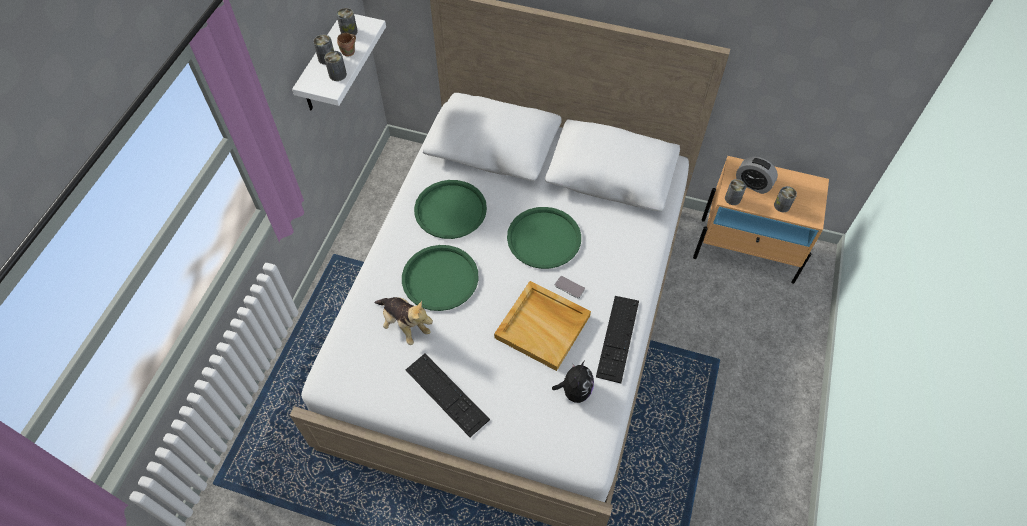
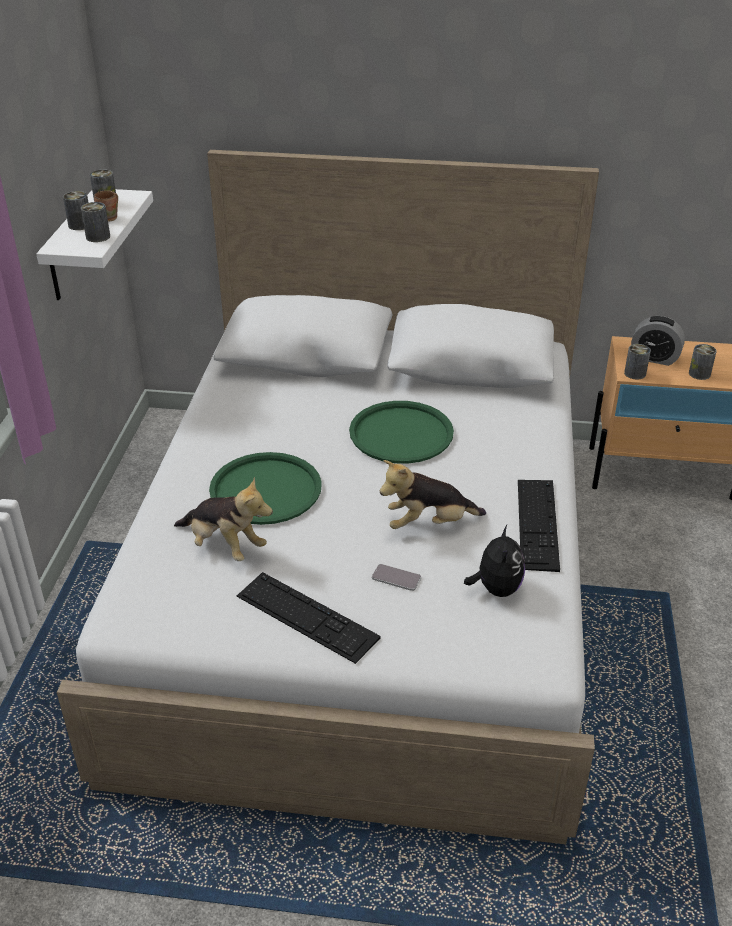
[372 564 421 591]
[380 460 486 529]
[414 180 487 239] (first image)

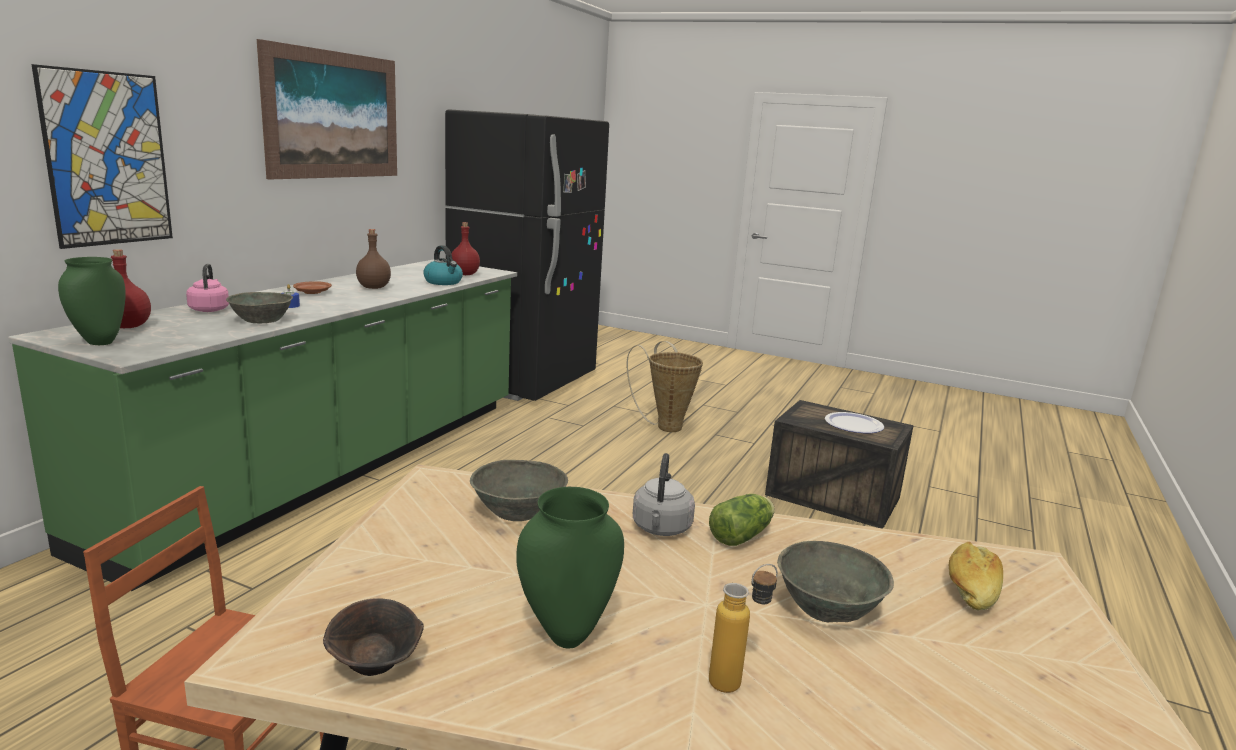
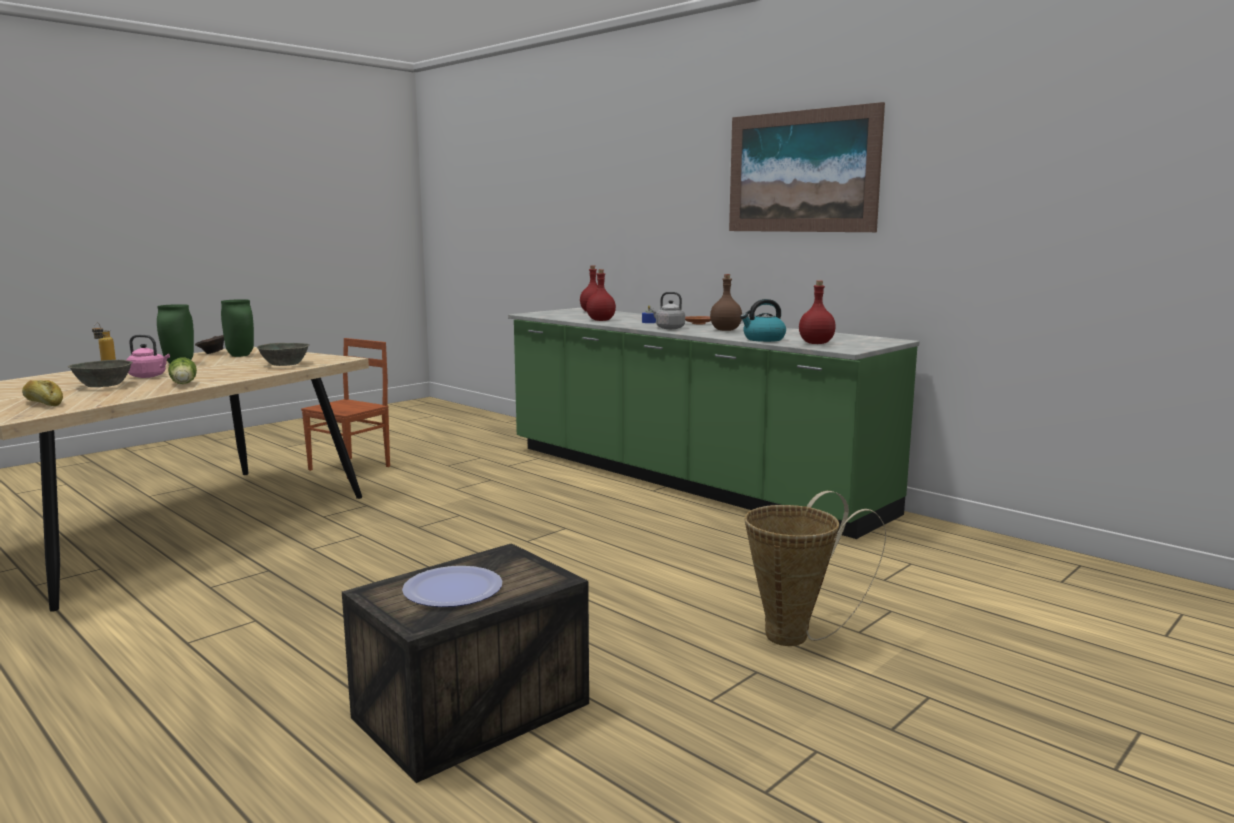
[126 335 170 378]
[221 299 254 357]
[586 269 616 321]
[650 292 685 329]
[31 64 173 249] (first image)
[445 109 609 401] (first image)

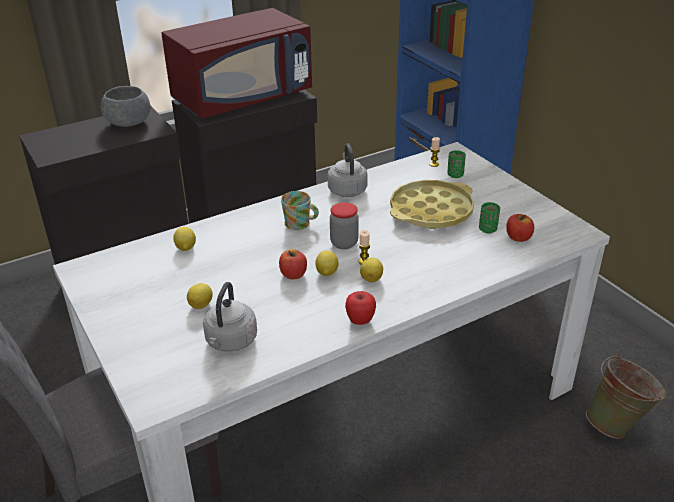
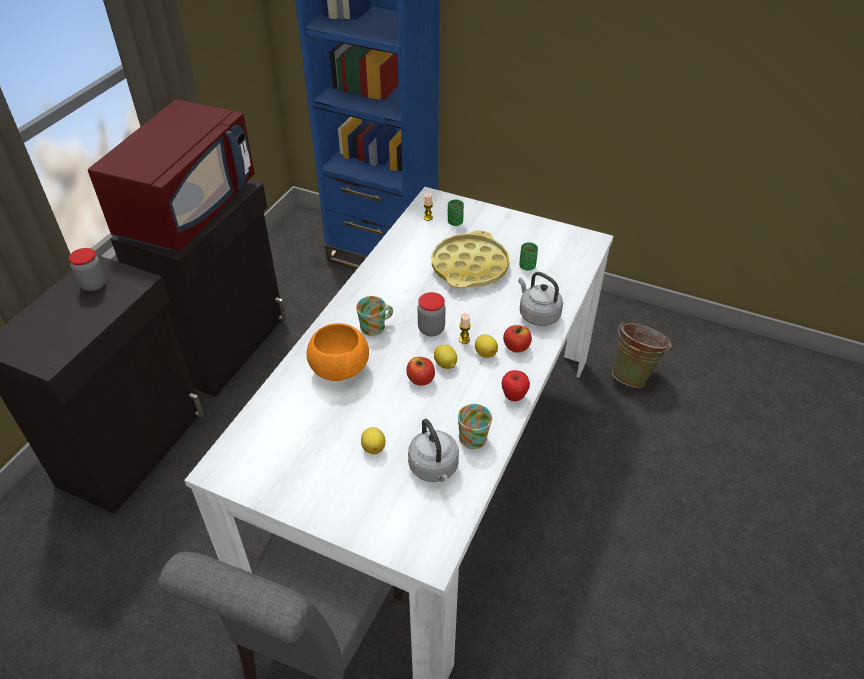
[69 248 106 291]
[307 323 369 381]
[458 404 492 449]
[503 325 532 352]
[518 272 563 326]
[173 227 196 251] (first image)

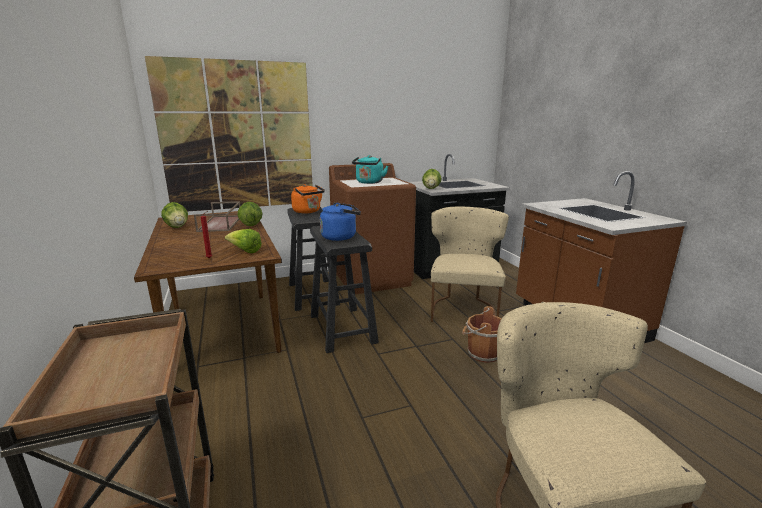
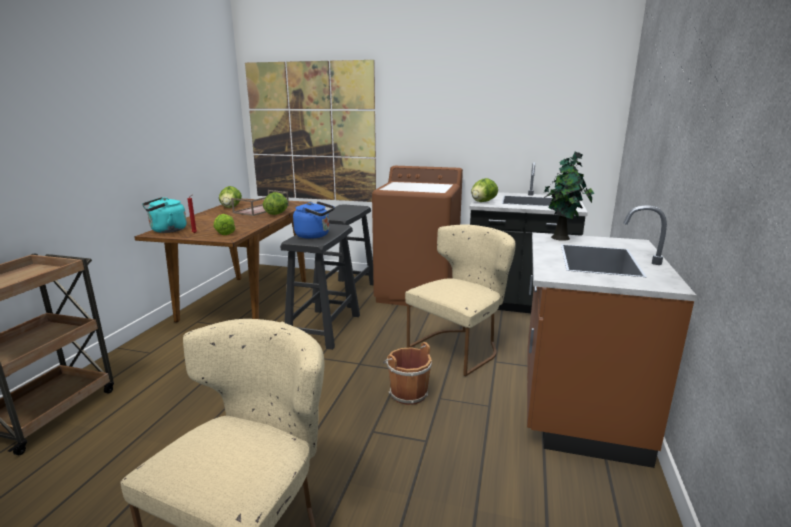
[142 197 187 233]
[544 152 594 241]
[291 184 325 214] (first image)

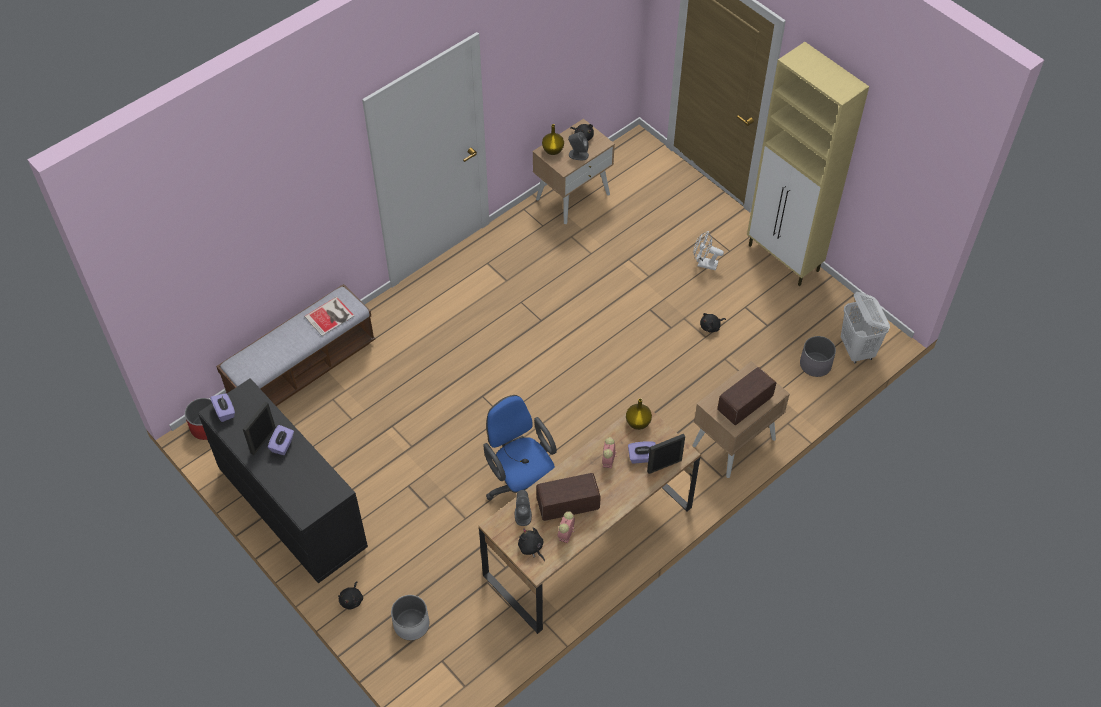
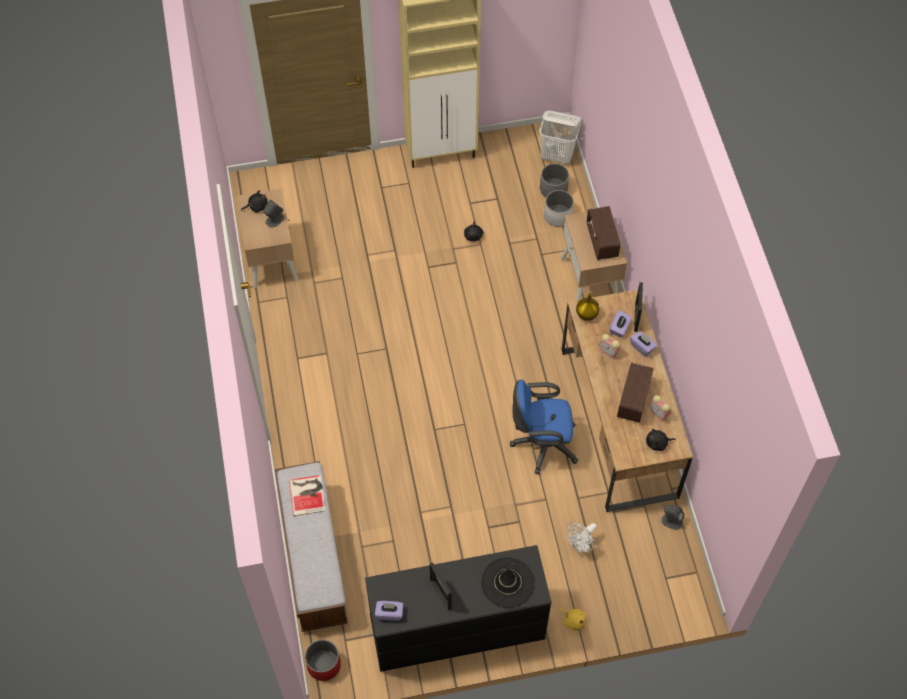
[481 557 535 608]
[544 190 574 227]
[560 608 586 630]
[566 522 597 553]
[630 331 657 357]
[661 505 685 530]
[542 124 564 155] (first image)

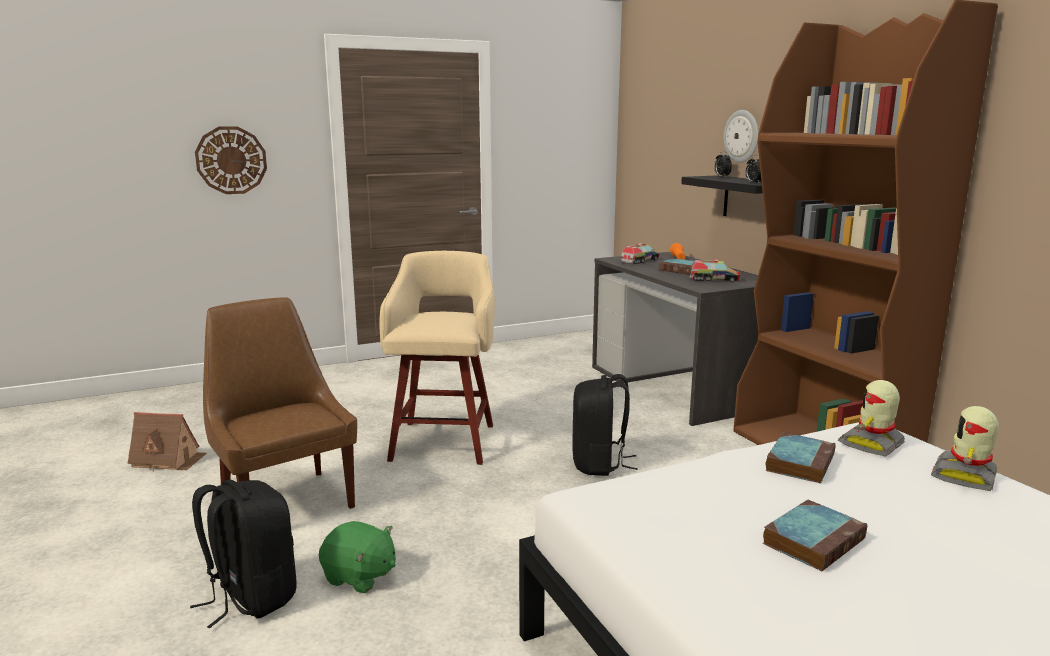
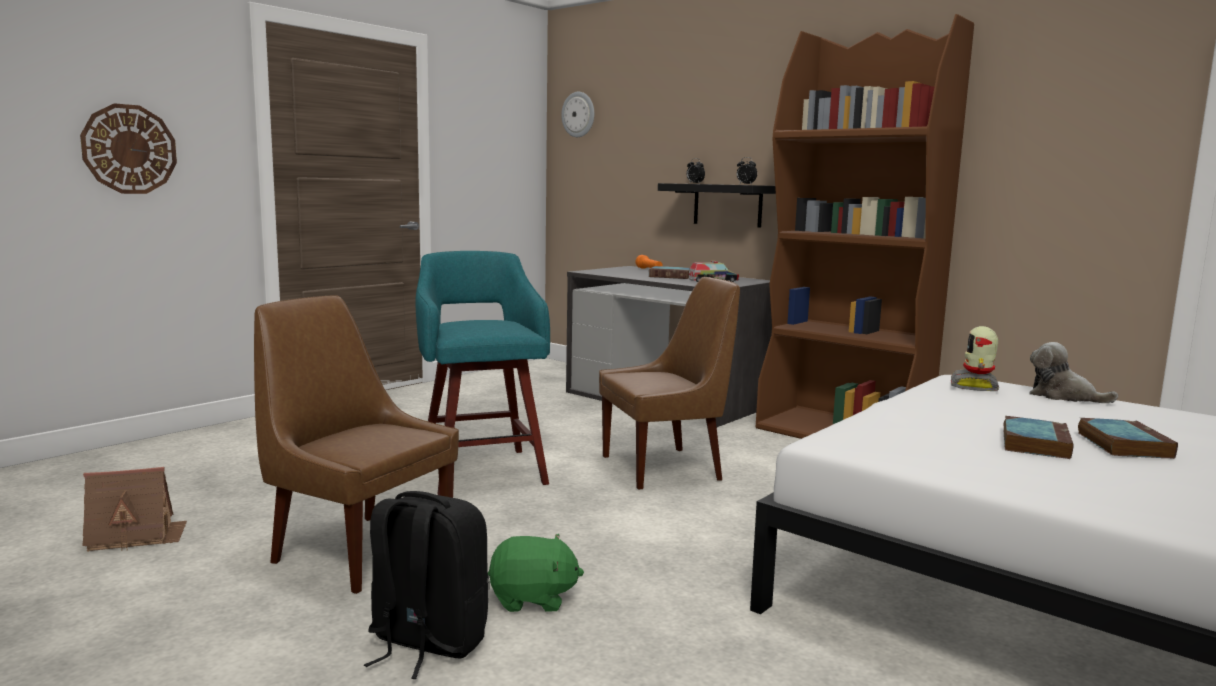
[415 251 550 495]
[561 92 594 137]
[599 277 740 490]
[1029 342 1118 403]
[1078 418 1178 459]
[621 243 660 264] (first image)

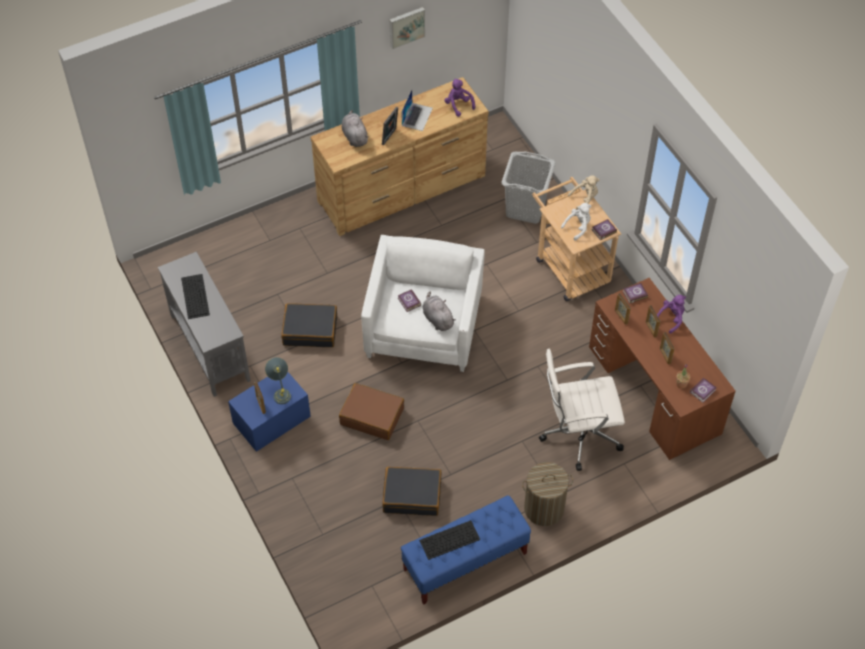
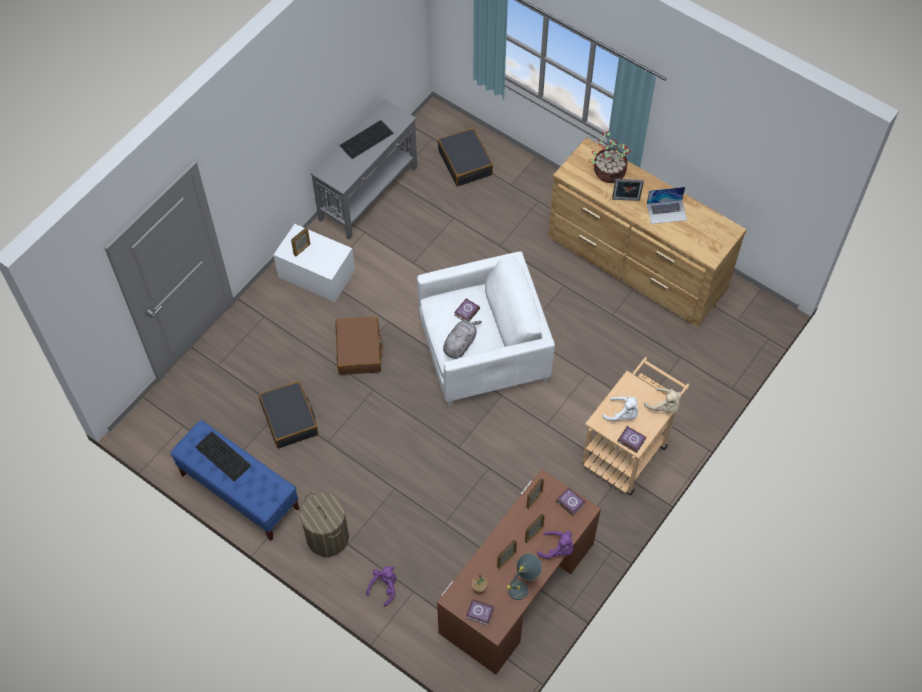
[274 224 355 302]
[366 566 396 606]
[438 128 493 186]
[507 553 542 600]
[589 131 632 183]
[389 7 425 49] (first image)
[501 151 556 224] (first image)
[539 349 625 471] (first image)

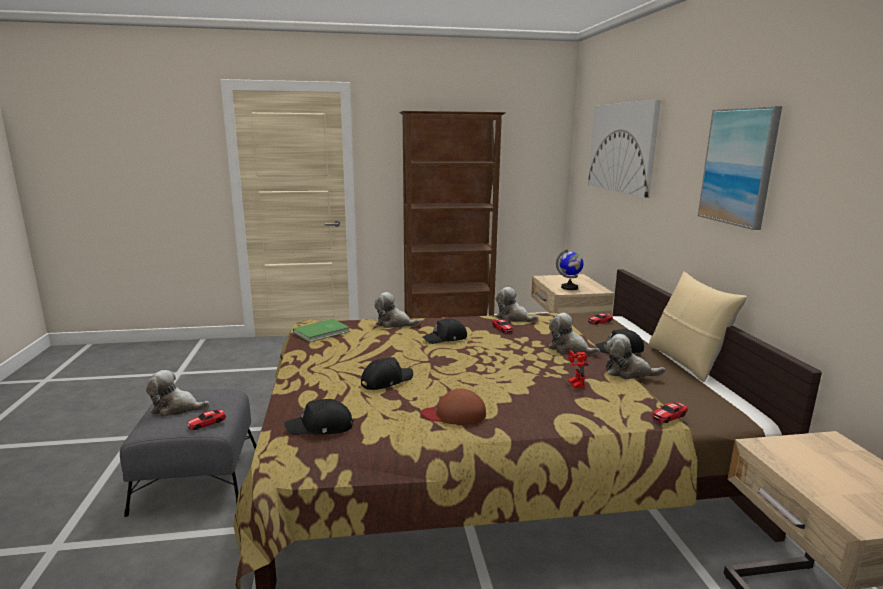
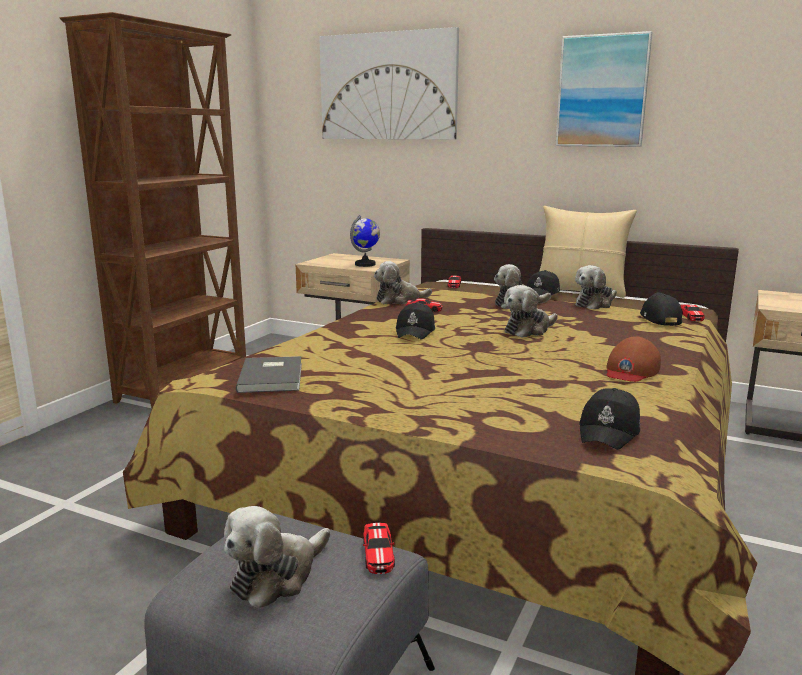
[236 356 302 393]
[504 285 558 337]
[640 292 682 326]
[568 350 588 388] (first image)

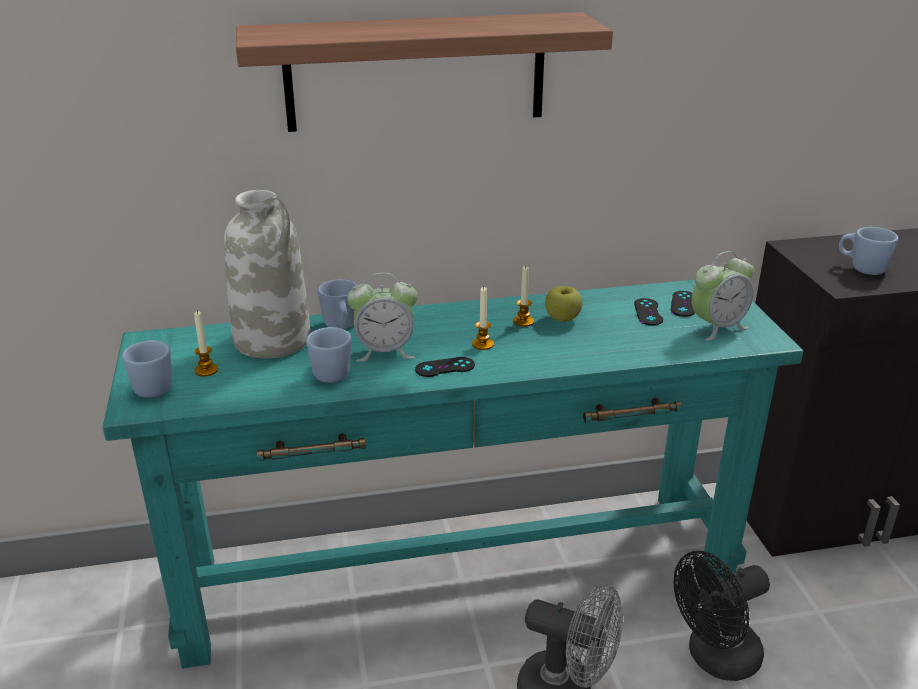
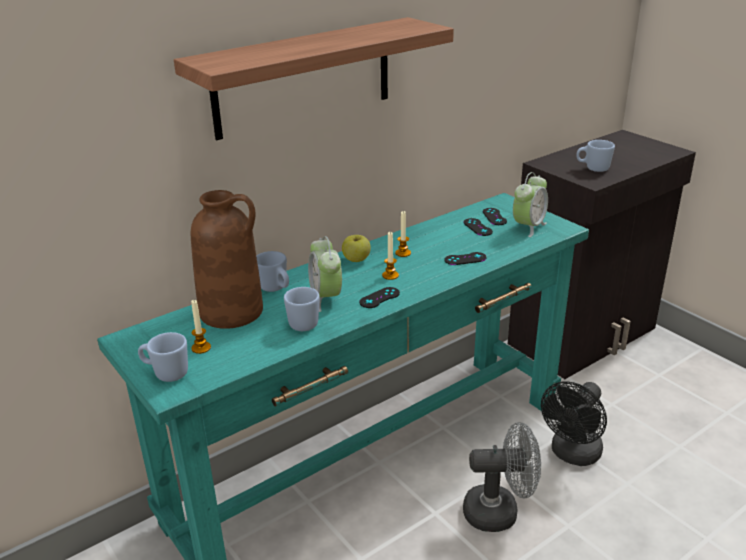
[191 190 263 329]
[308 236 342 312]
[342 235 371 262]
[444 252 486 265]

